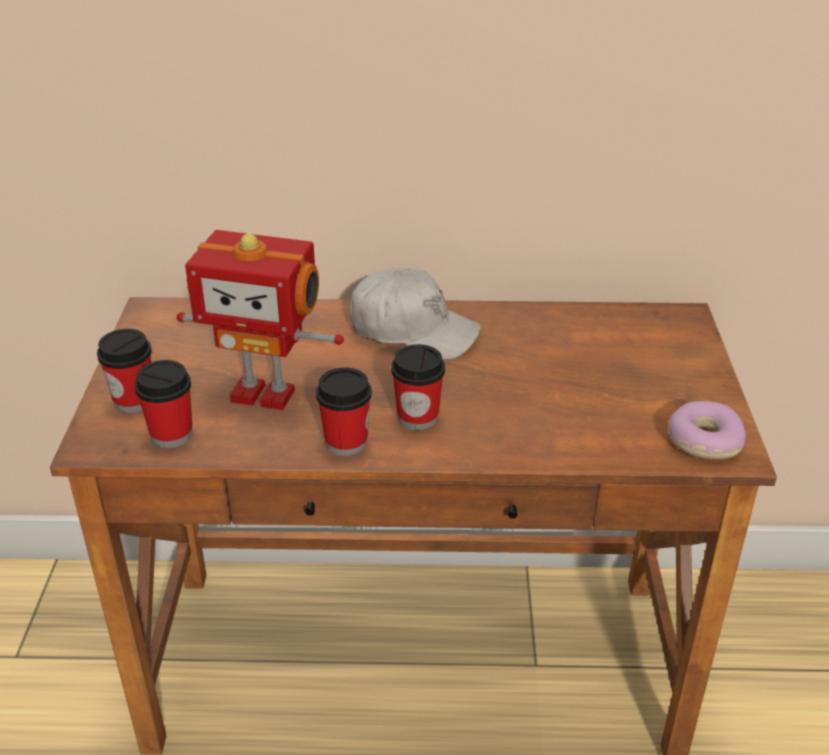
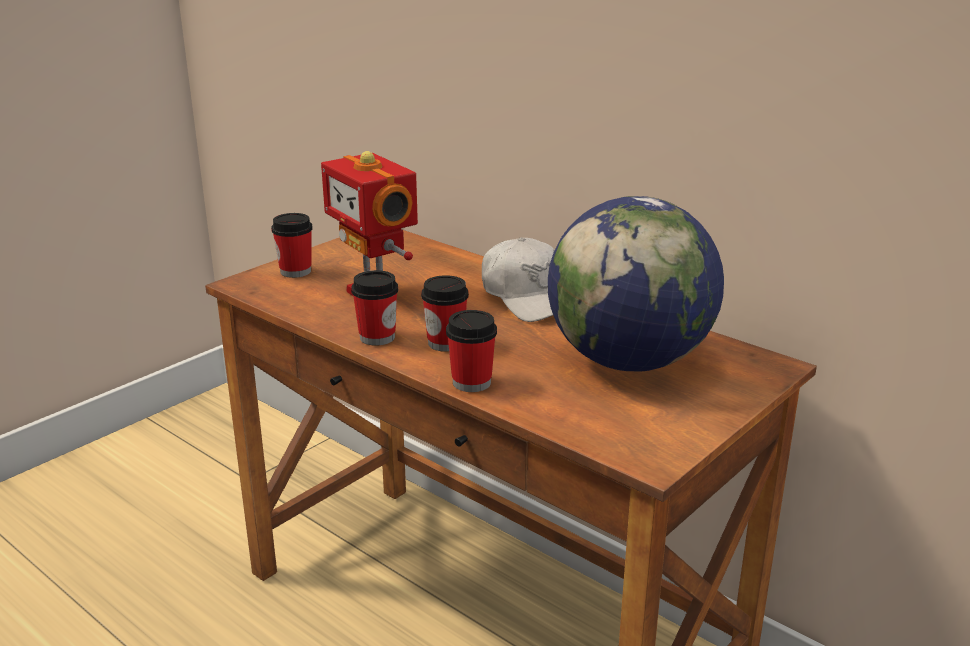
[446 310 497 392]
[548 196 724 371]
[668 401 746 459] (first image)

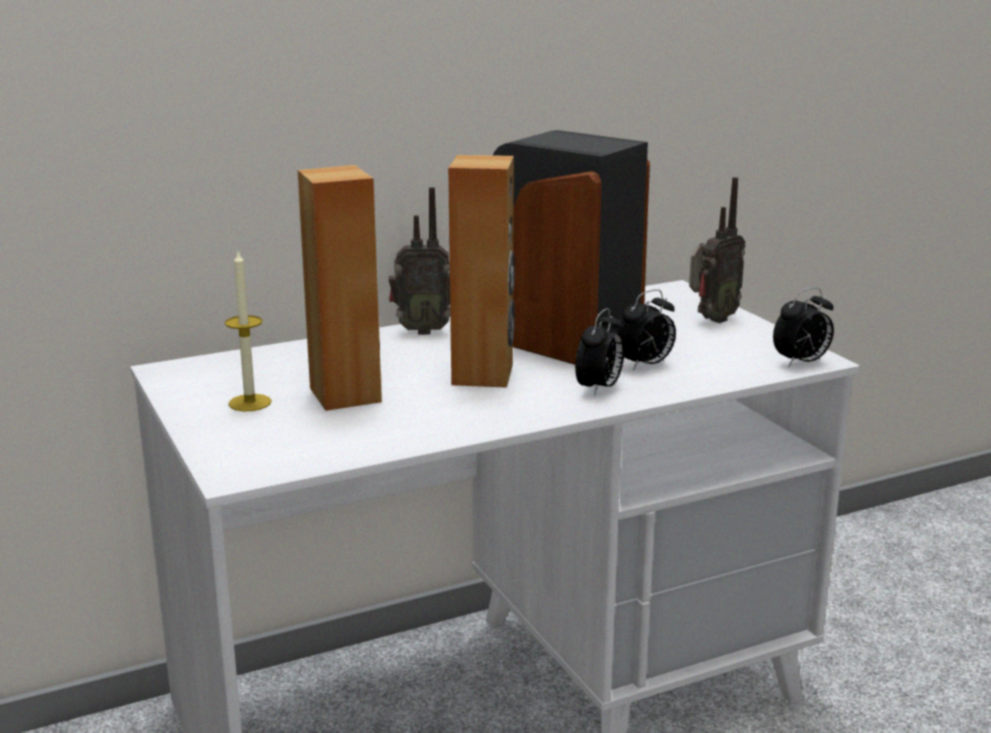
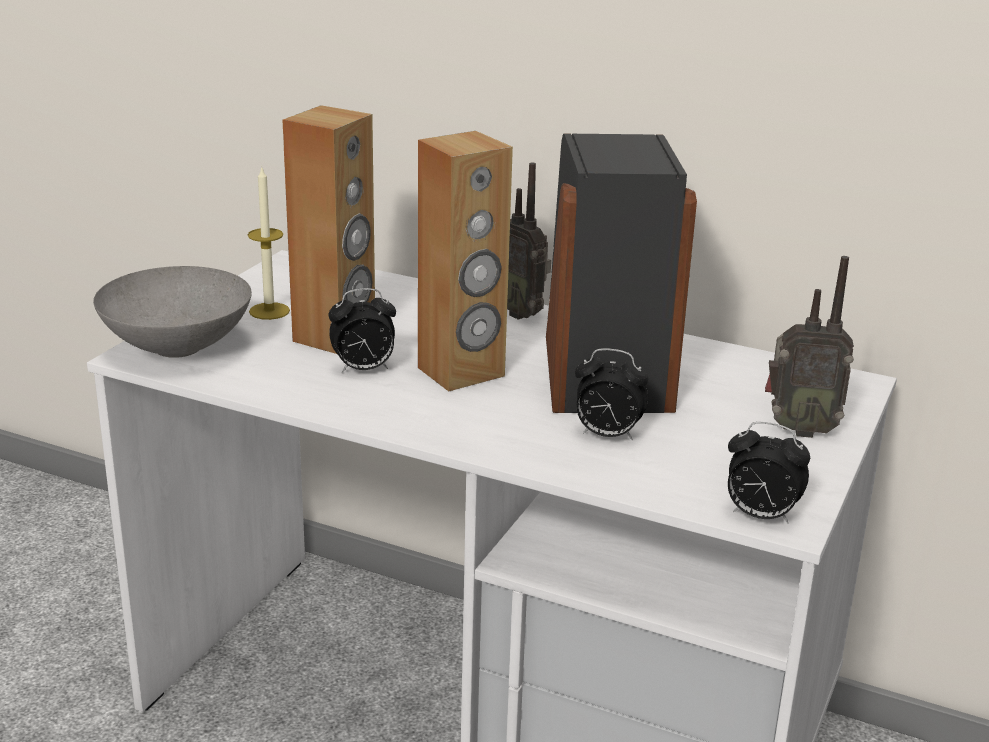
[93 266 252 358]
[329 288 396 373]

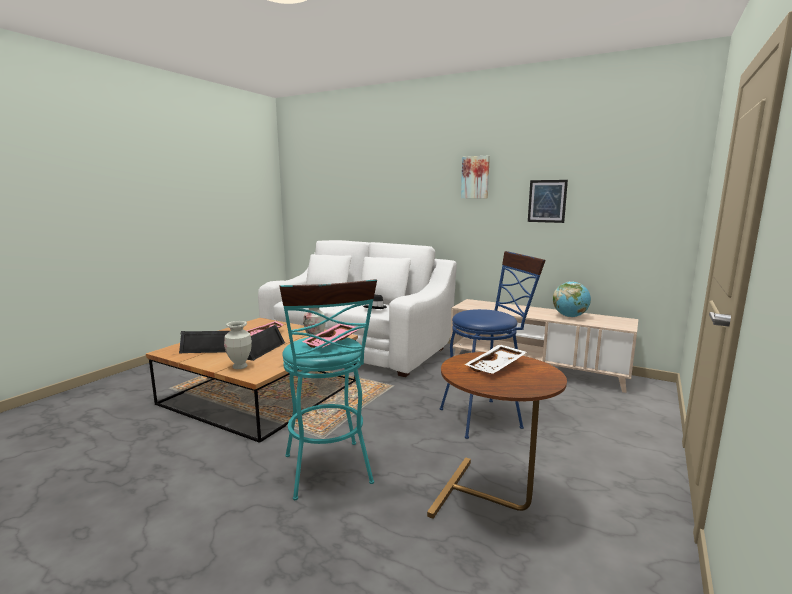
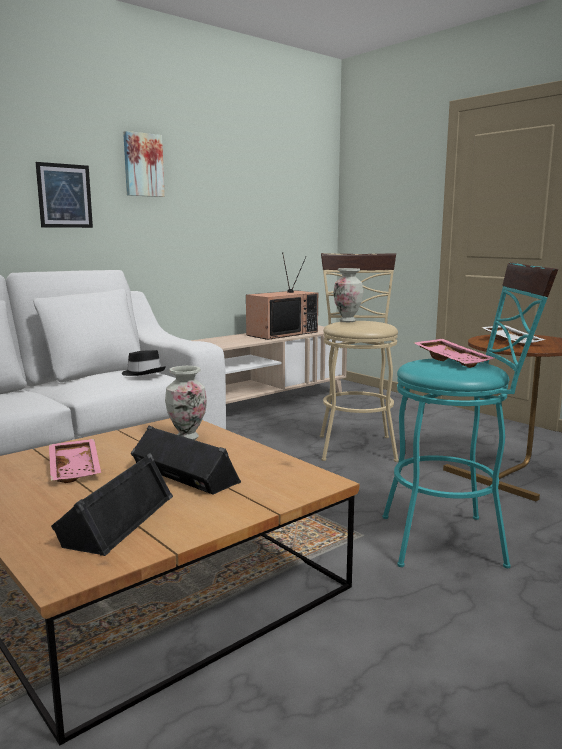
[36 162 93 228]
[246 252 318 340]
[320 253 399 462]
[334 268 363 322]

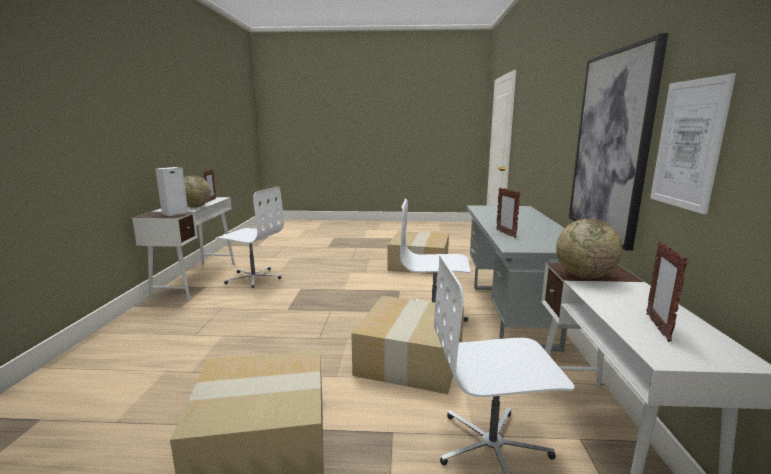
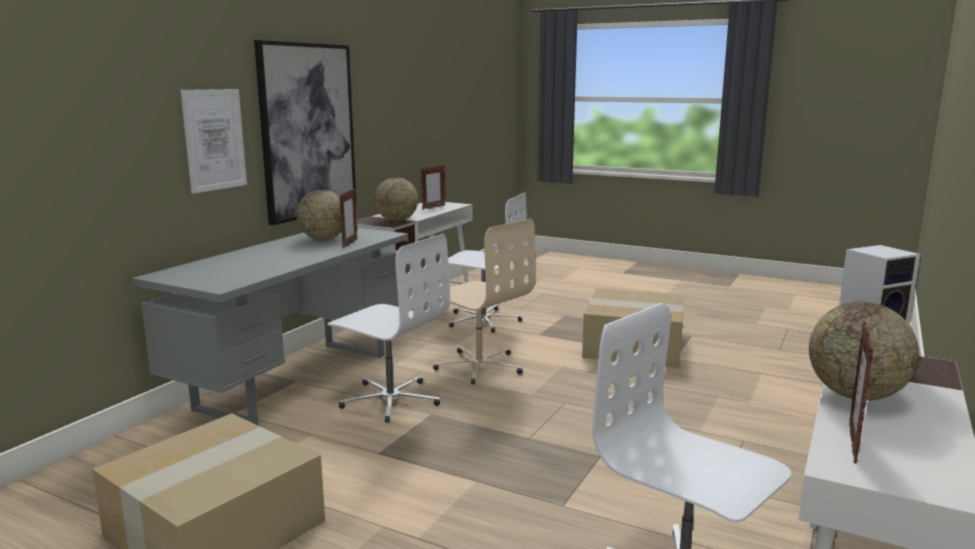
[180 89 247 194]
[297 190 342 240]
[433 219 536 384]

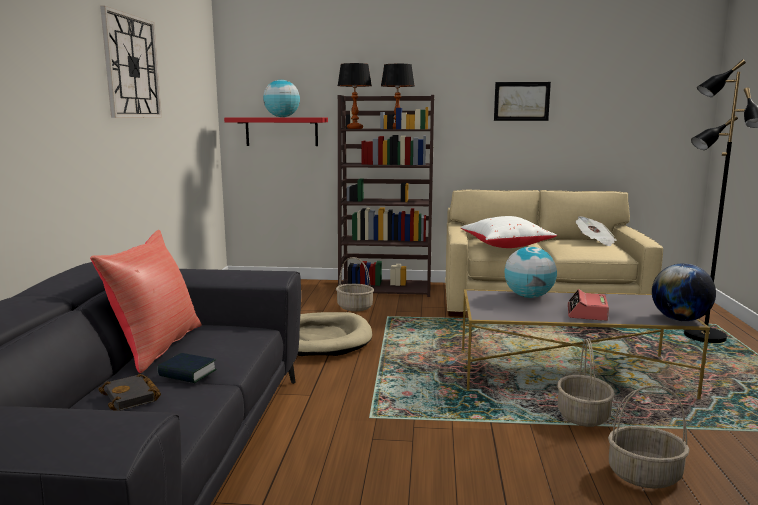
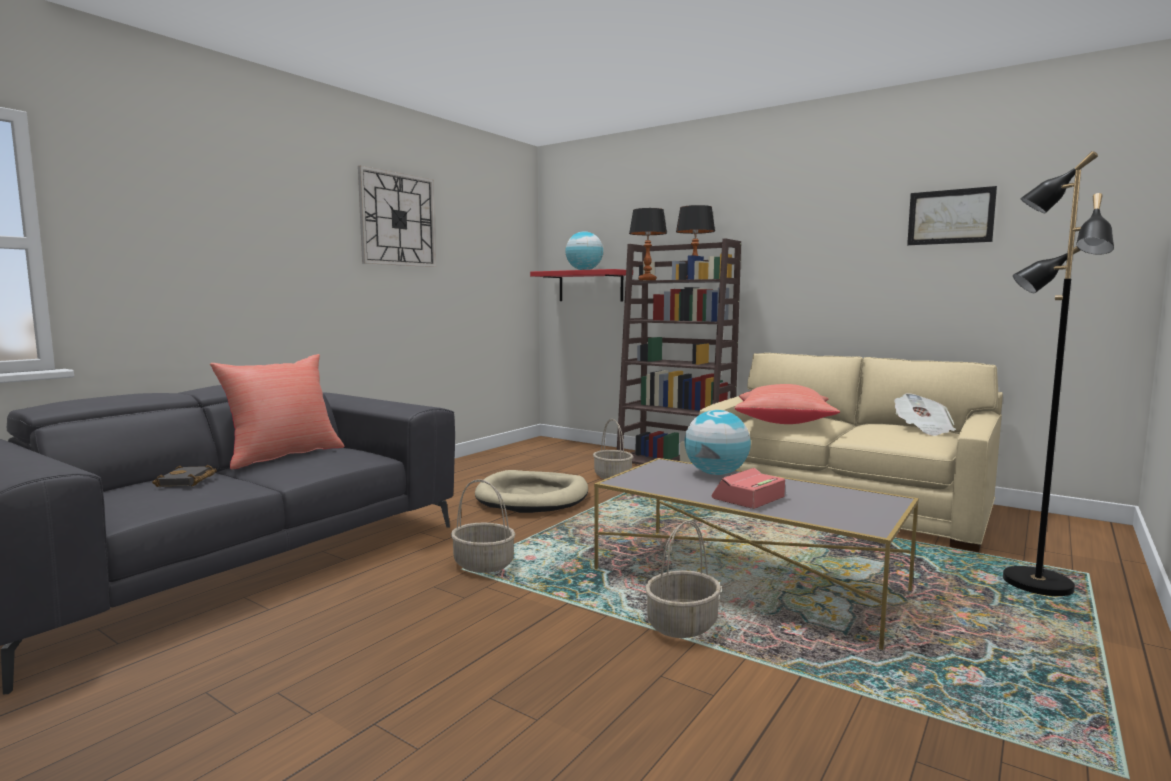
[451 479 516 573]
[735 384 840 424]
[907 186 997 245]
[157 353 217 383] (first image)
[652 263 716 321] (first image)

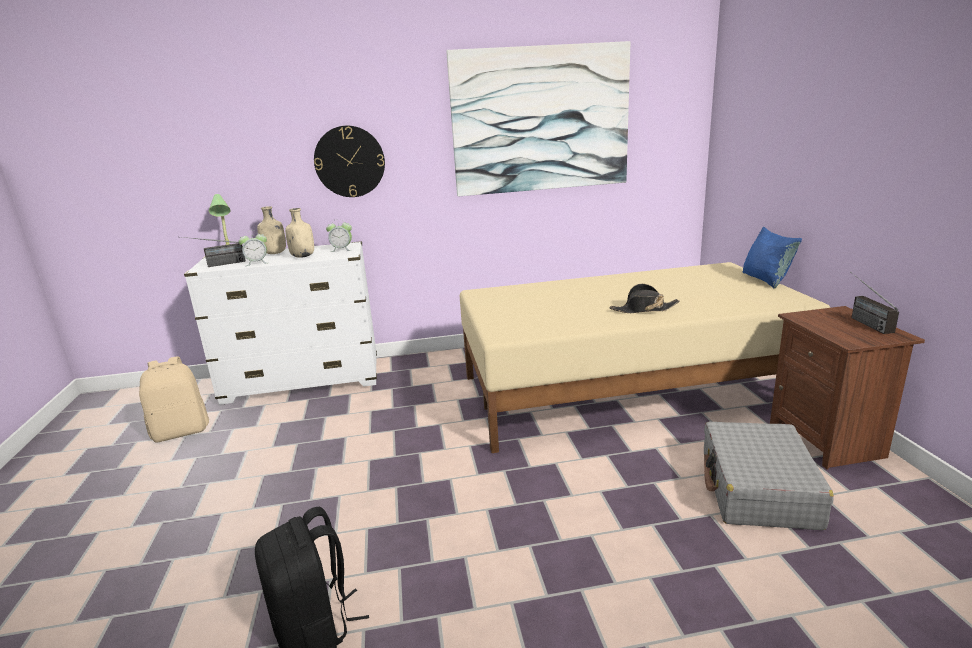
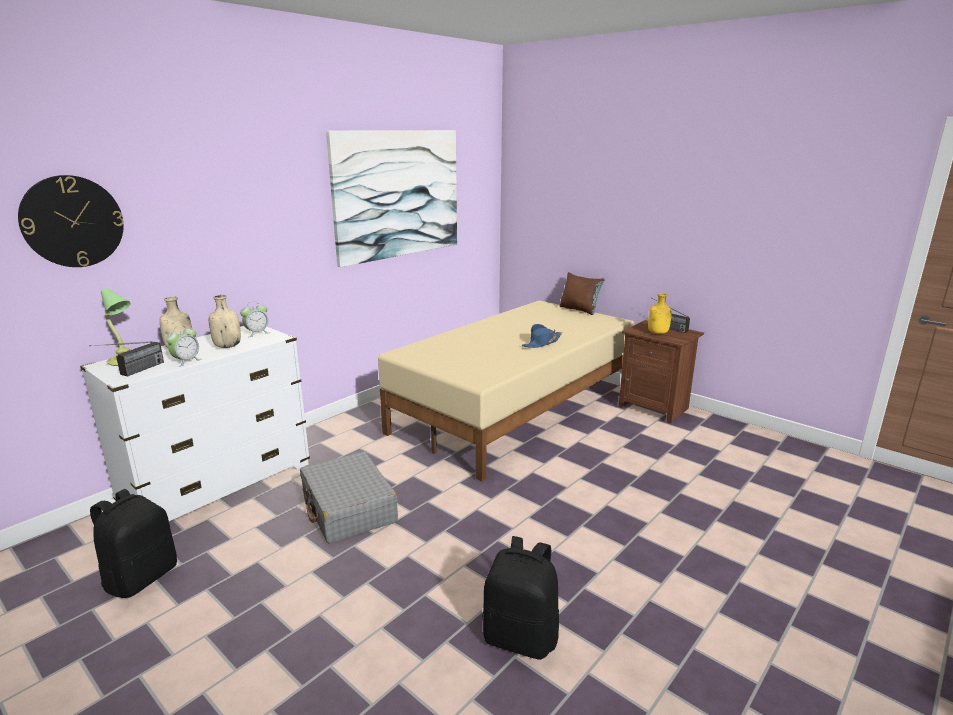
[18 175 124 267]
[90 489 177 598]
[300 451 398 543]
[522 324 562 348]
[560 272 605 315]
[648 293 672 334]

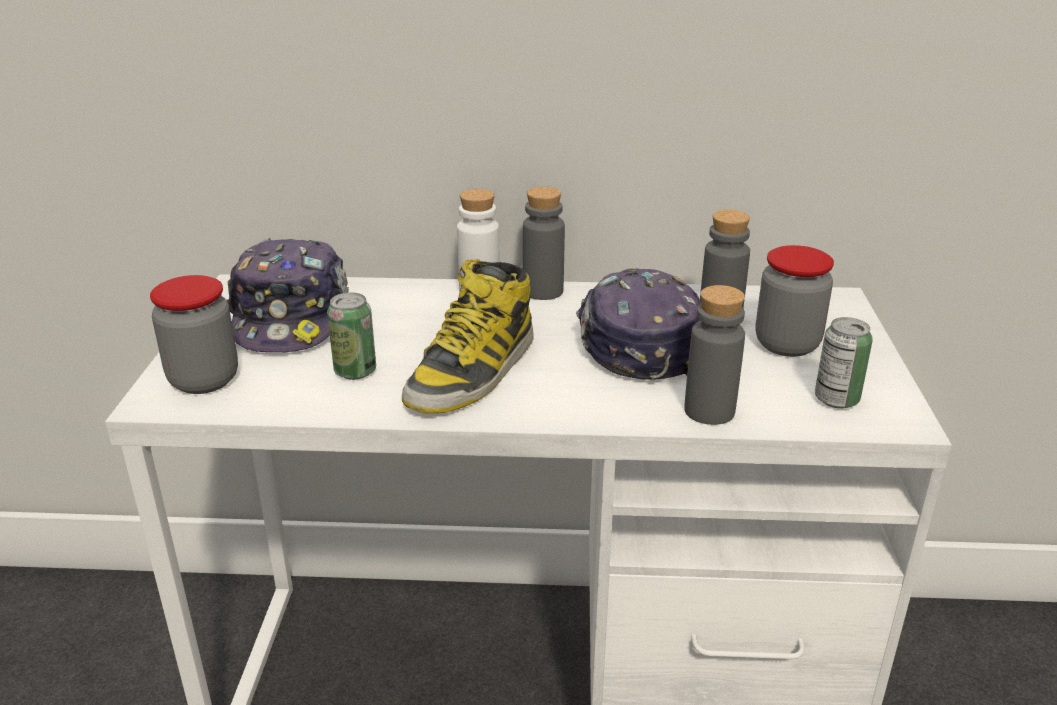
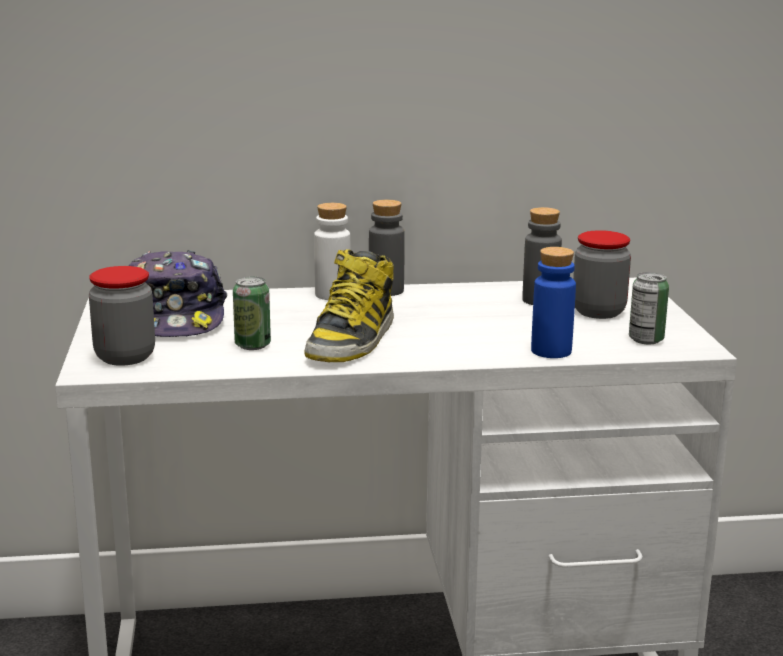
[531 247 576 358]
[576 268 700 380] (first image)

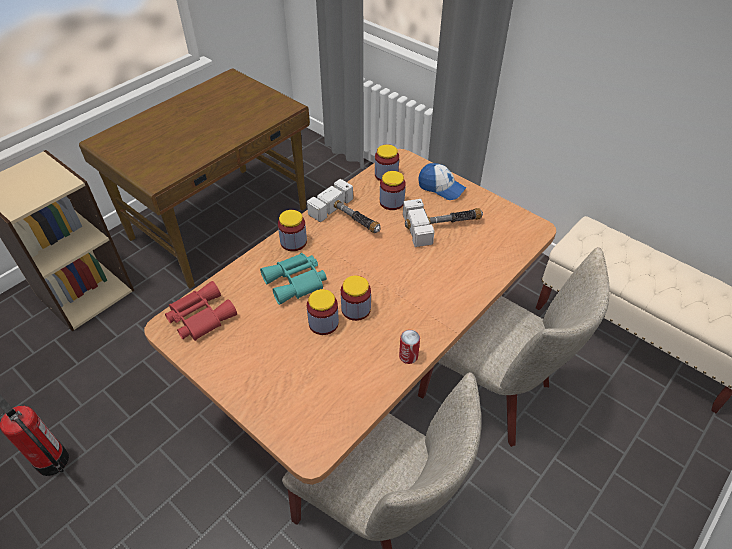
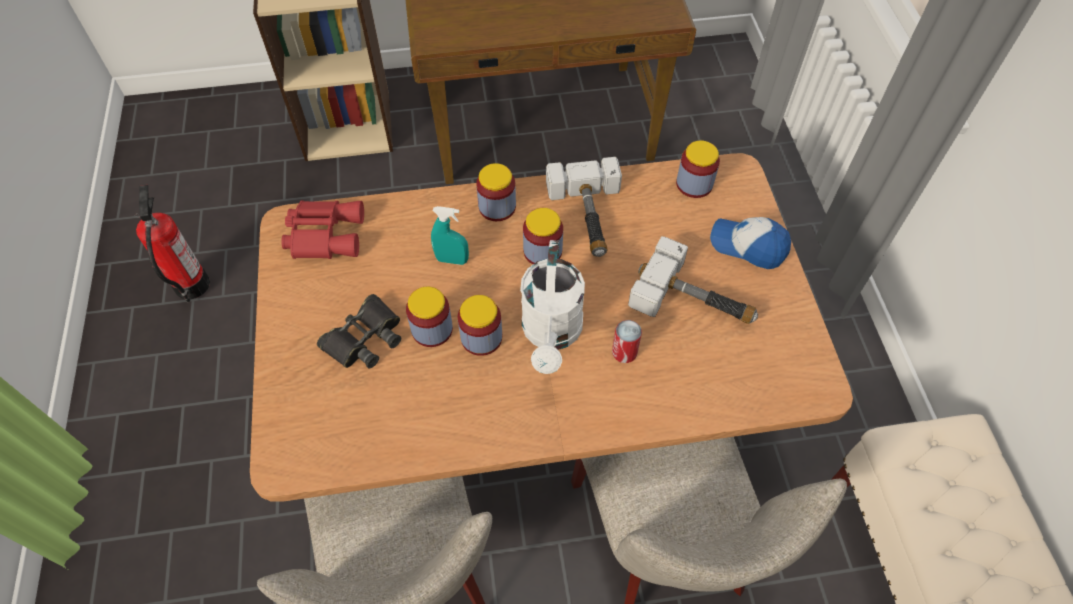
[317 294 401 368]
[431 206 469 265]
[520 240 585 374]
[523 208 563 264]
[612 320 642 363]
[710 217 791 269]

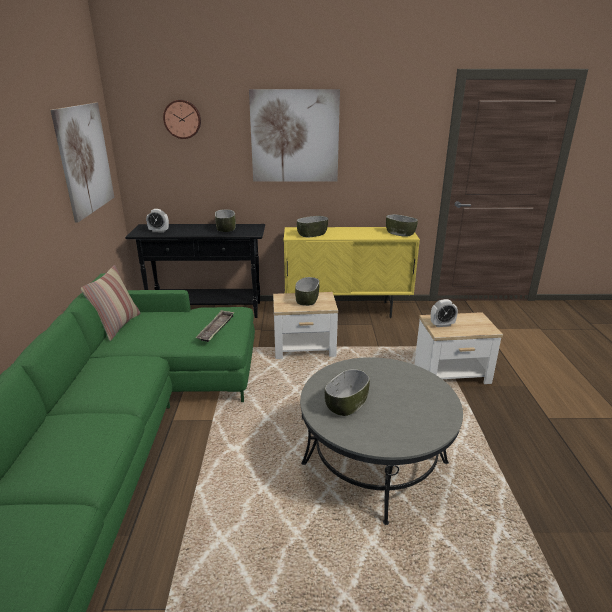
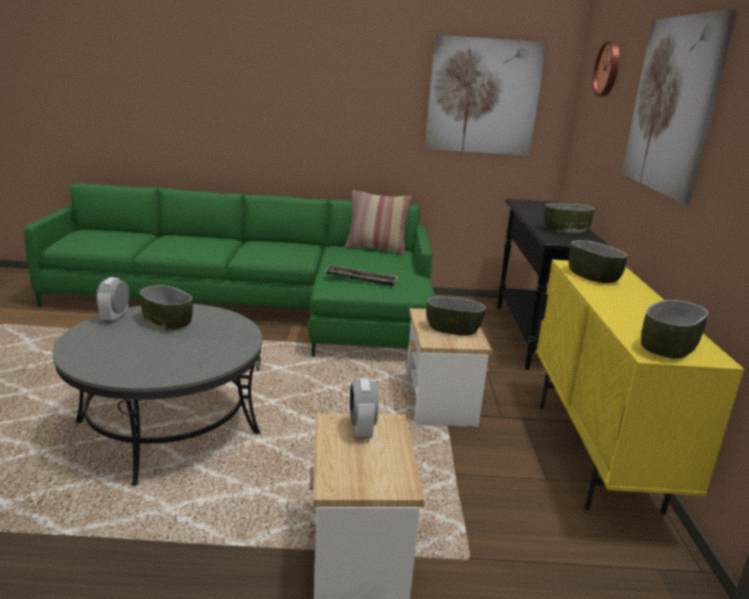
[96 277 129 323]

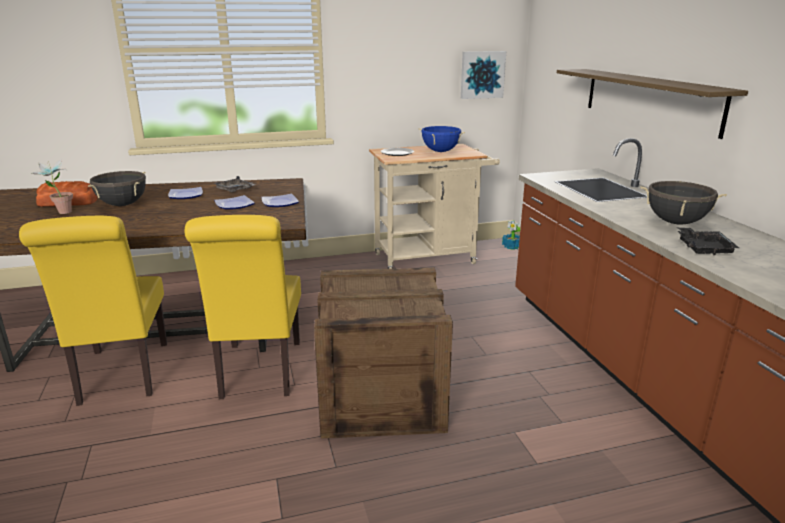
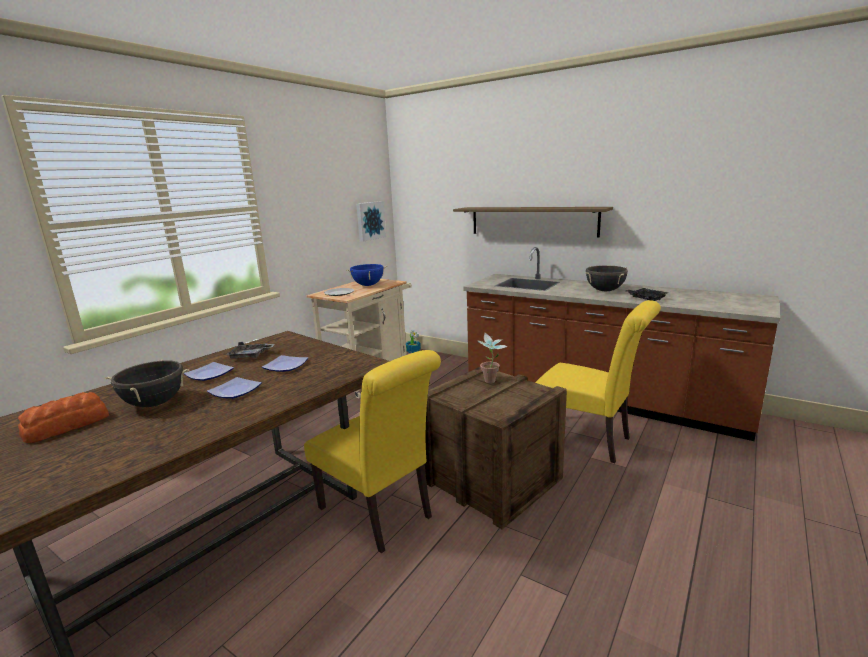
[207 377 262 399]
[477 332 508 383]
[535 300 661 463]

